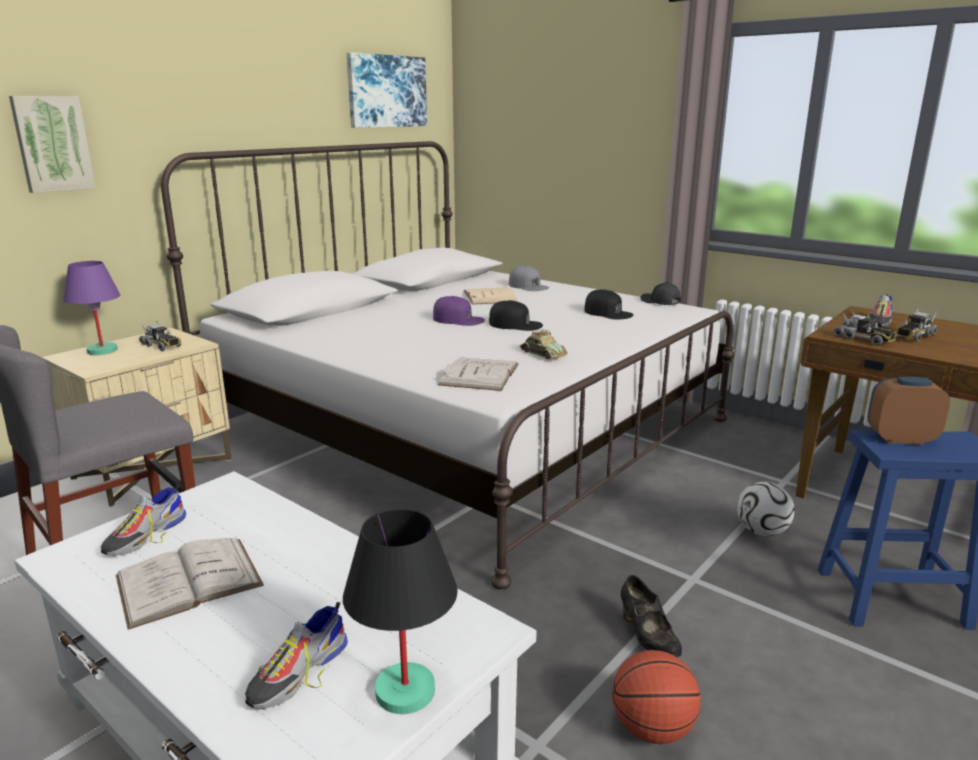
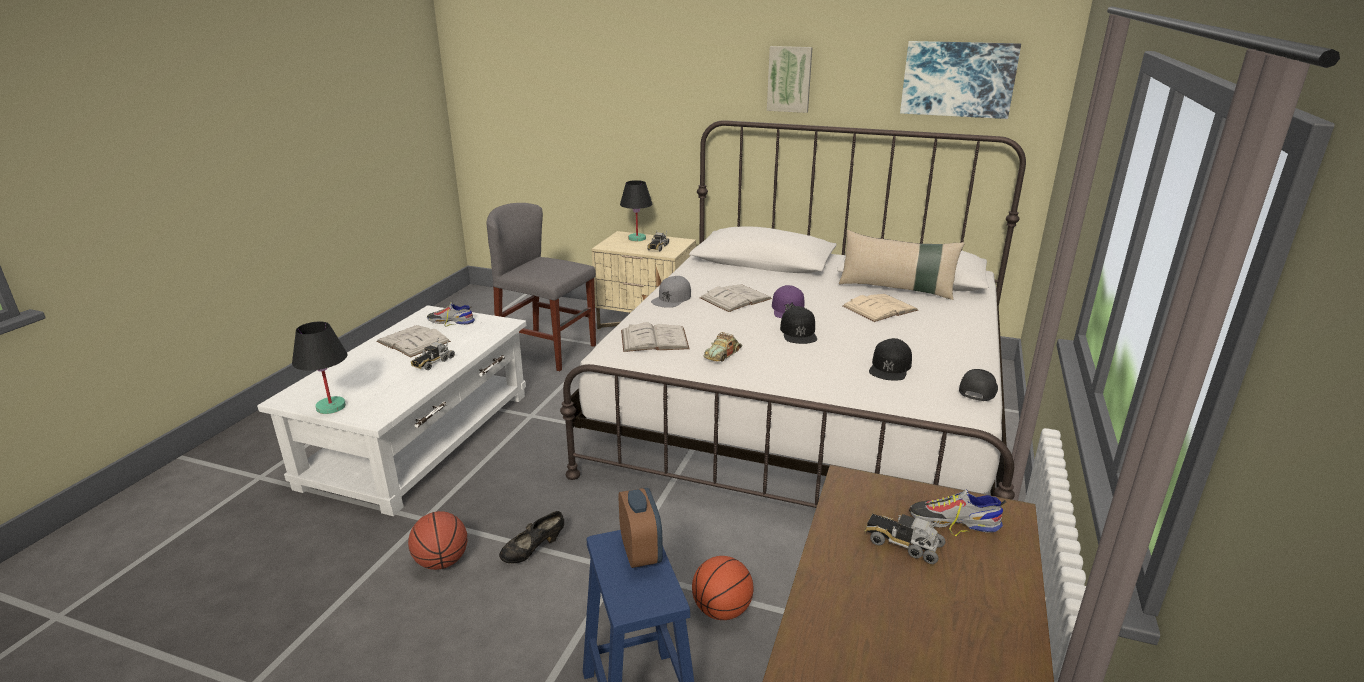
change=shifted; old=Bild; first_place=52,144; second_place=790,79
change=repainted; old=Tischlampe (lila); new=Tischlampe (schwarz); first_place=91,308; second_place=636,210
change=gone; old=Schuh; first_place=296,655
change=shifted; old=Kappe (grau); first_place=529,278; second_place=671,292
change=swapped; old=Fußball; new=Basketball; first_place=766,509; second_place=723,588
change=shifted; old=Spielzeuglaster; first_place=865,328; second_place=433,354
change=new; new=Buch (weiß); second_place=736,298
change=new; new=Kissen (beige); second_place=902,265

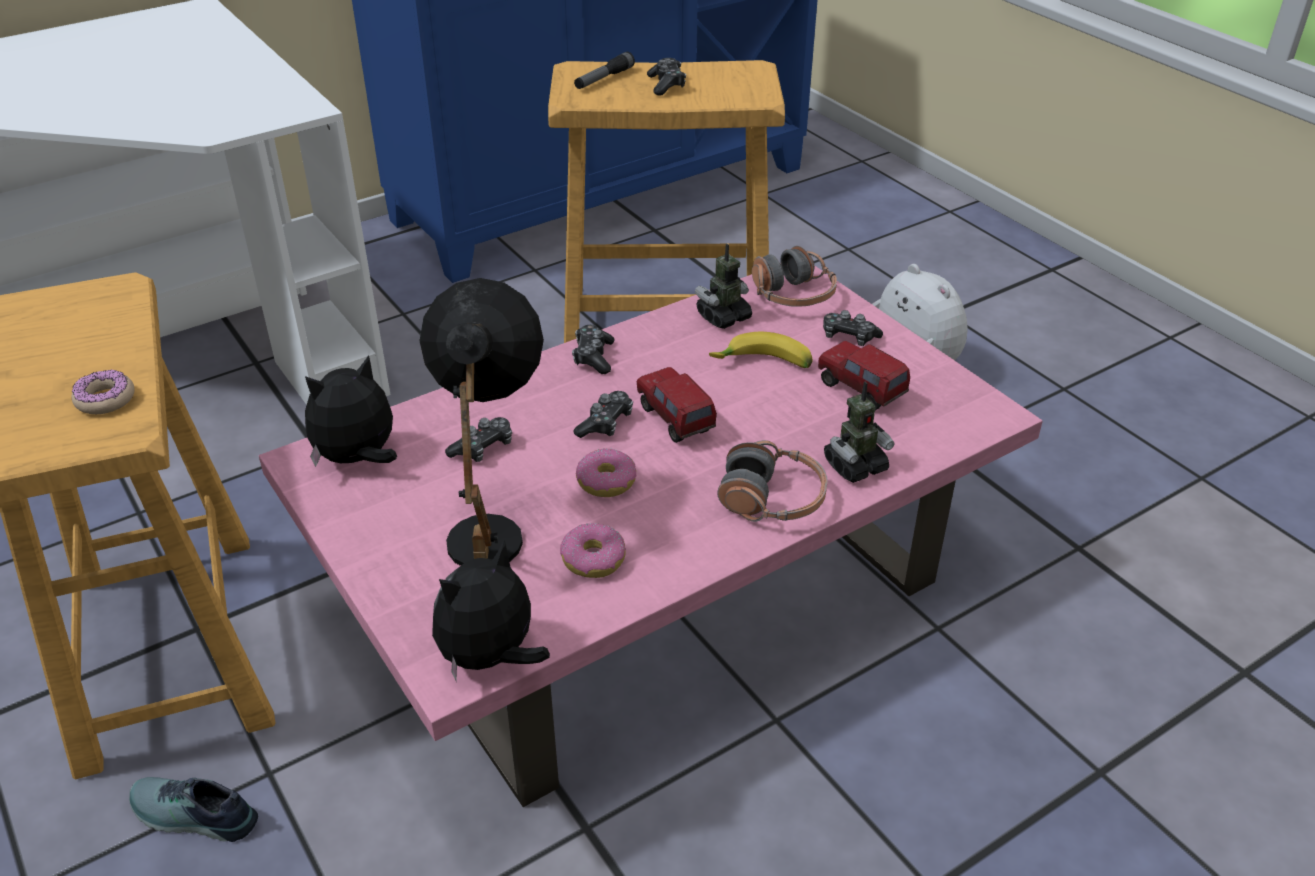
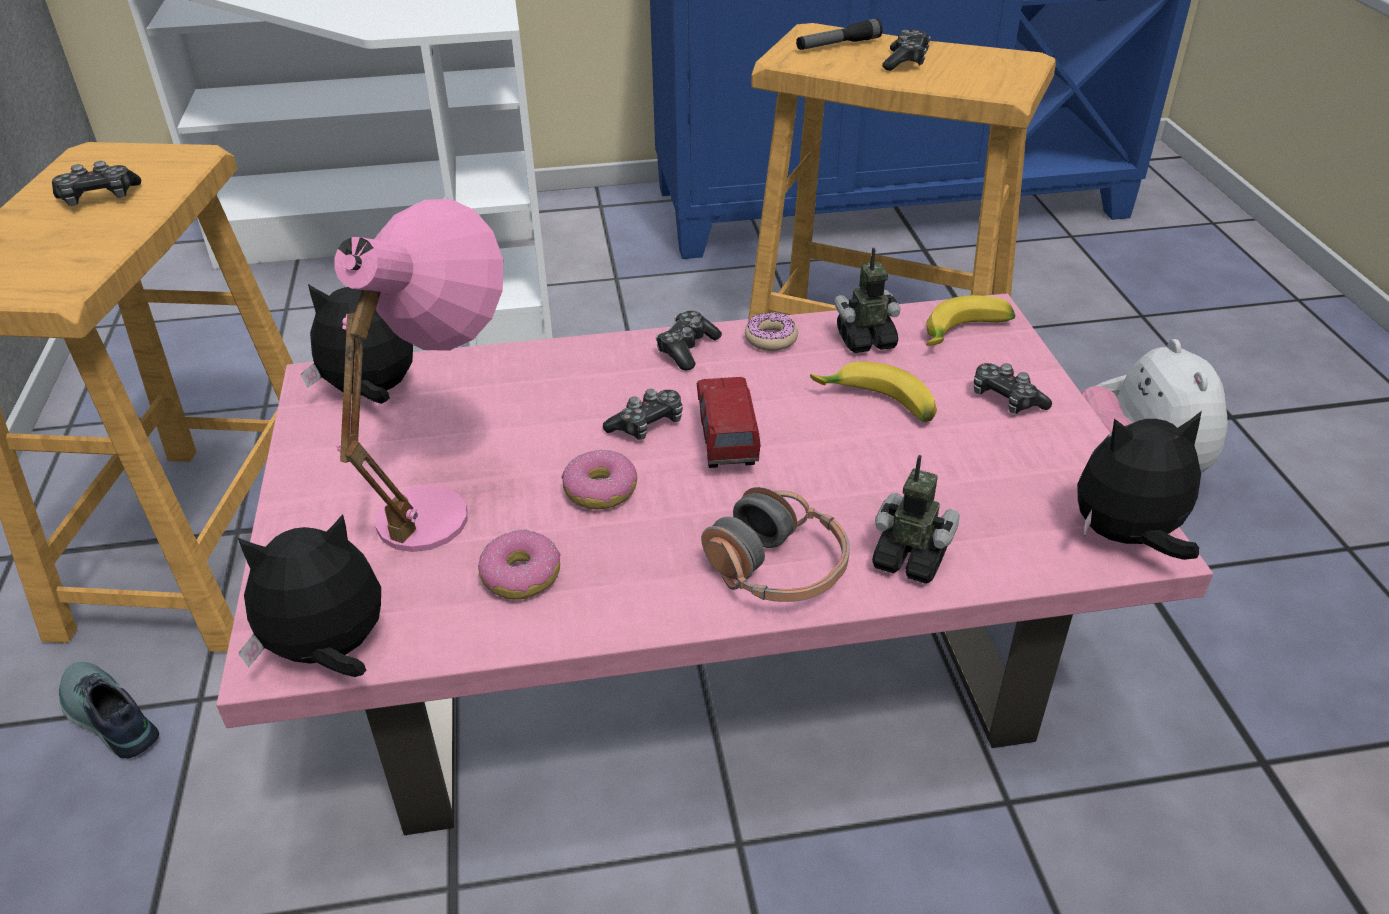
change=shifted; old=Donut; first_place=103,392; second_place=771,332
change=repainted; old=Tischlampe (schwarz); new=Tischlampe (rosa); first_place=482,422; second_place=418,375
change=shifted; old=Gamepad; first_place=478,439; second_place=96,183
change=swapped; old=Kopfhörer; new=Banane; first_place=794,276; second_place=970,320
change=gone; old=Spielzeuglaster; first_place=864,376
change=rotated; old=Spielzeugroboter; first_place=859,432; second_place=916,519; degrees=-150
change=new; new=Plüschtier; second_place=1139,485

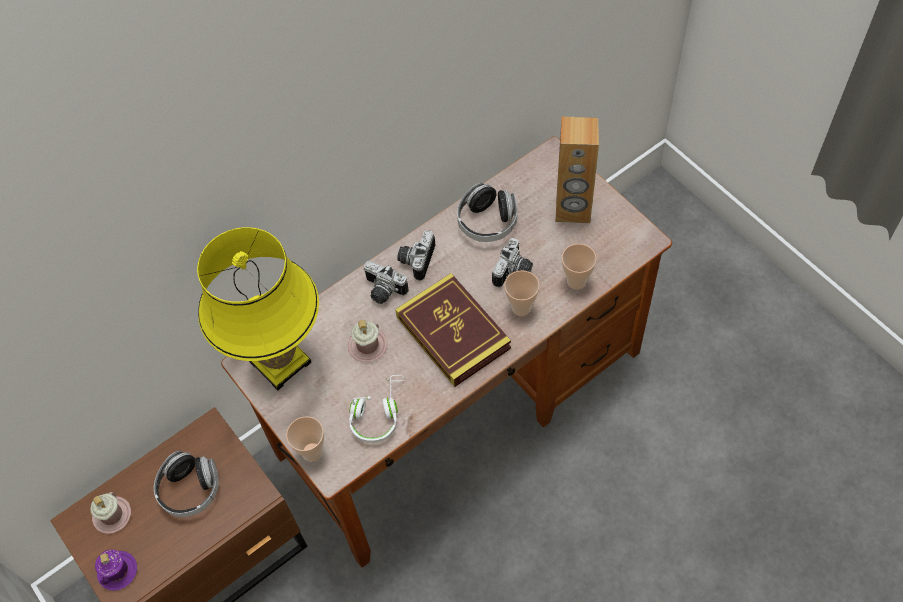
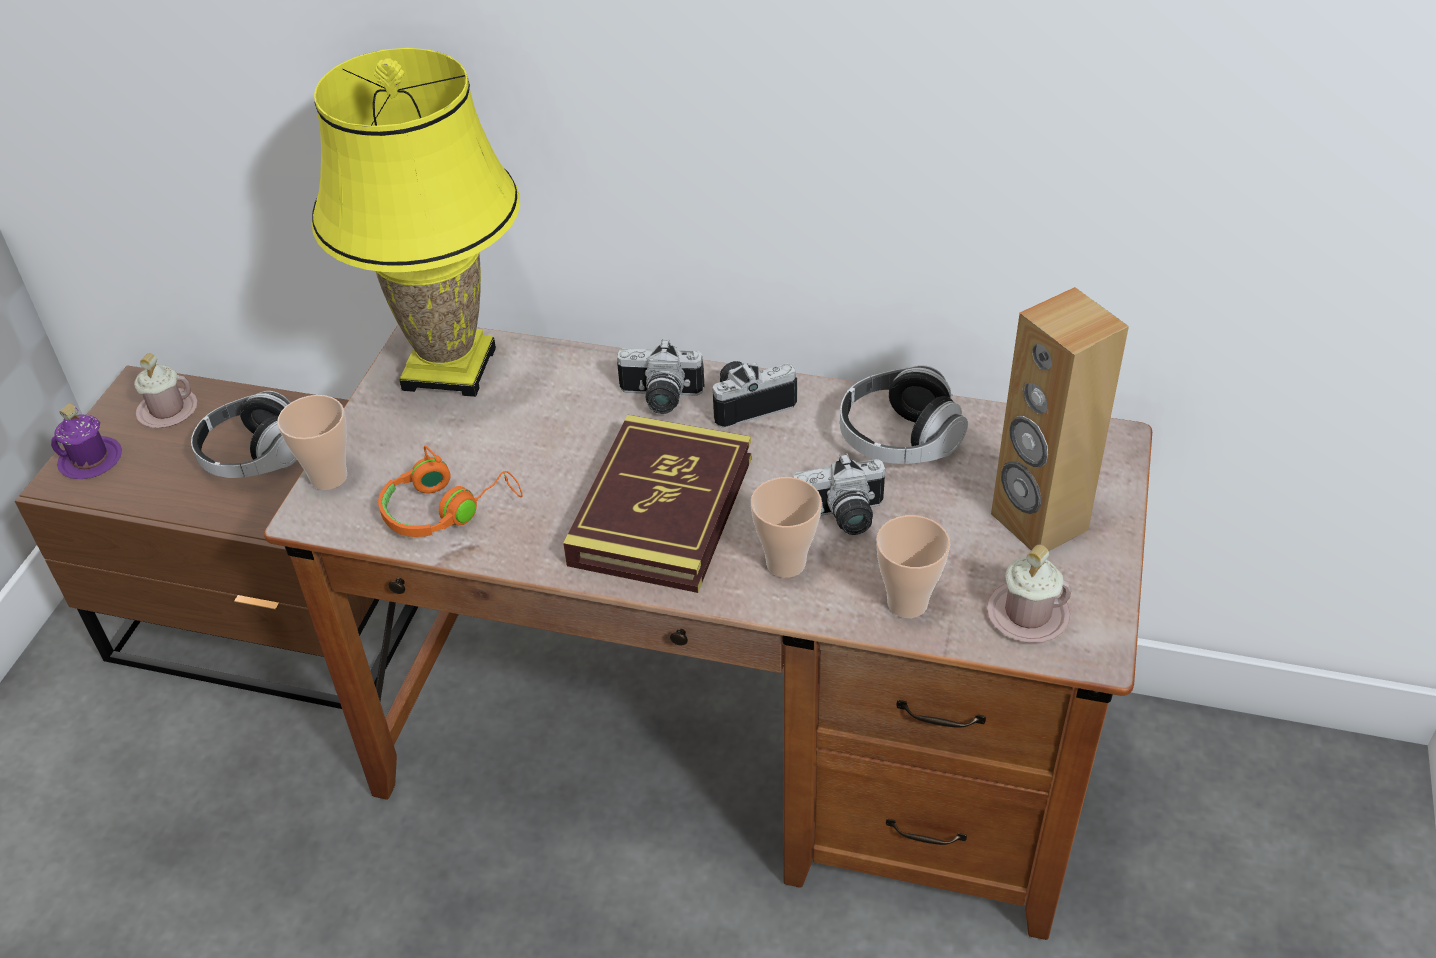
change=shifted; old=Henkelbecher (rosa); first_place=367,341; second_place=1029,594
change=repainted; old=Kopfhörer (weiß); new=Kopfhörer (orange); first_place=377,409; second_place=450,491
change=rotated; old=Kamera; first_place=386,282; second_place=661,376; degrees=-75

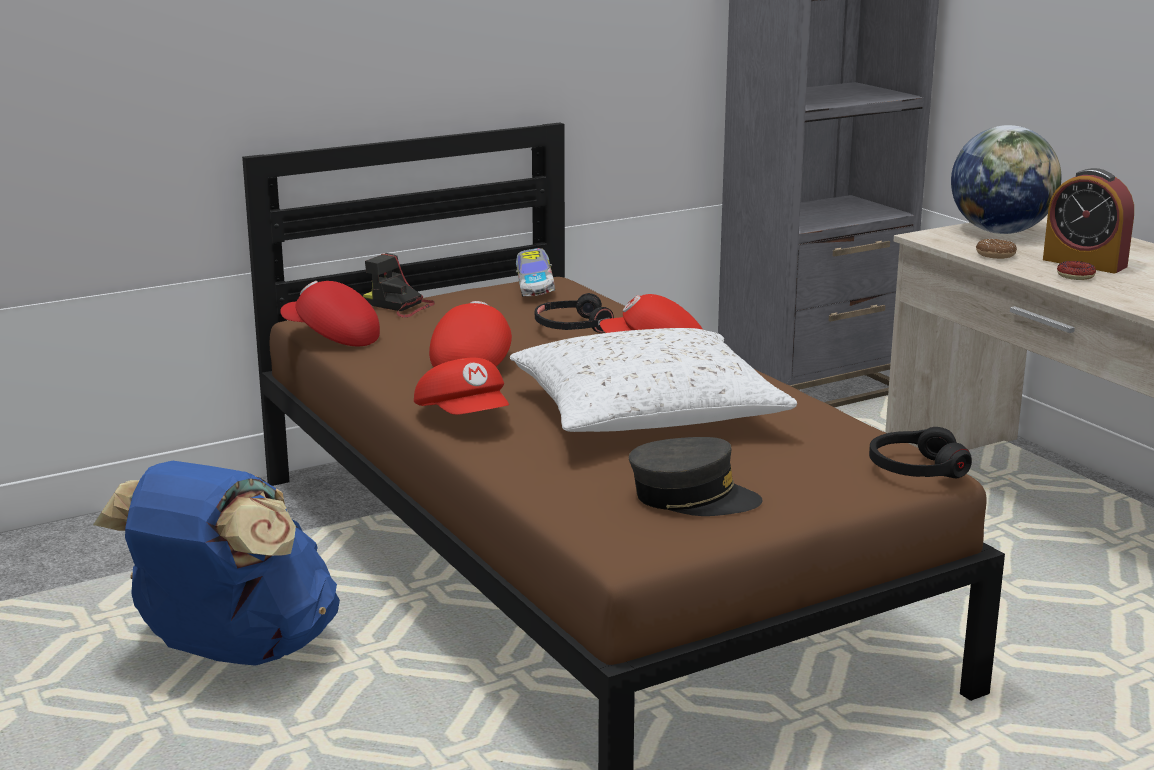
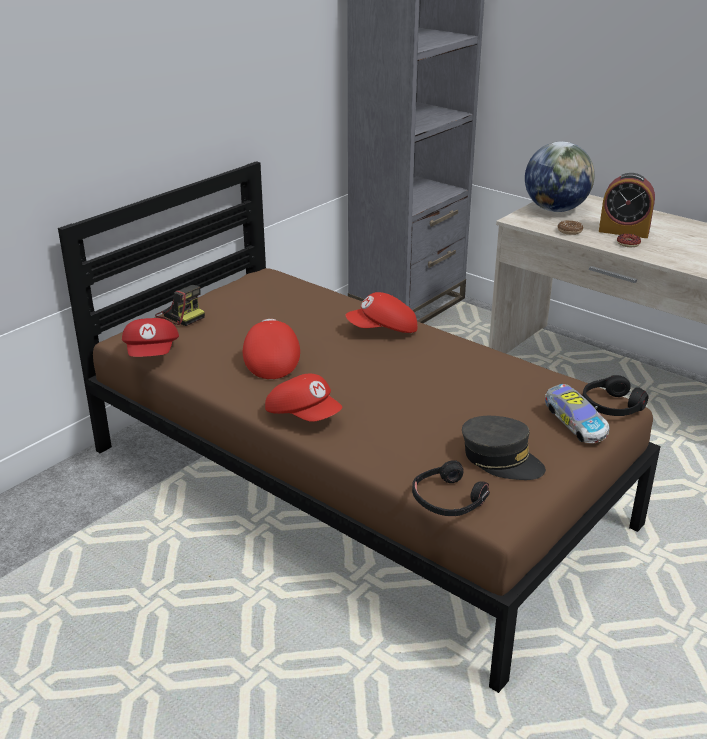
change=gone; old=Rucksack (blau); first_place=216,563
change=rotated; old=Kappe (rot); first_place=330,313; second_place=150,337; degrees=-105
change=rotated; old=Kamera; first_place=399,285; second_place=180,305; degrees=-150
change=gone; old=Kissen (weiß); first_place=653,380
change=shifted; old=Spielzeugauto; first_place=535,272; second_place=577,413
change=shifted; old=Kopfhörer (schwarz); first_place=574,313; second_place=451,488
change=rotated; old=Kappe (grau); first_place=695,476; second_place=504,448; degrees=45

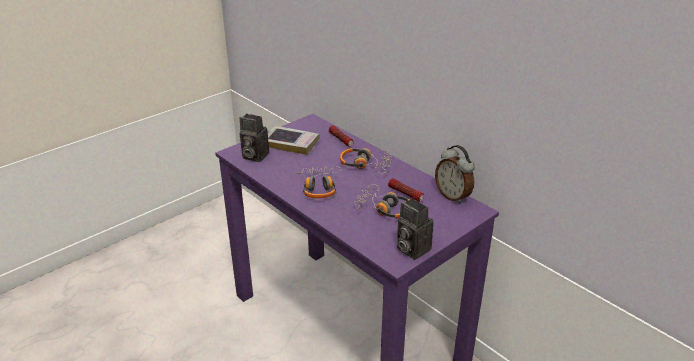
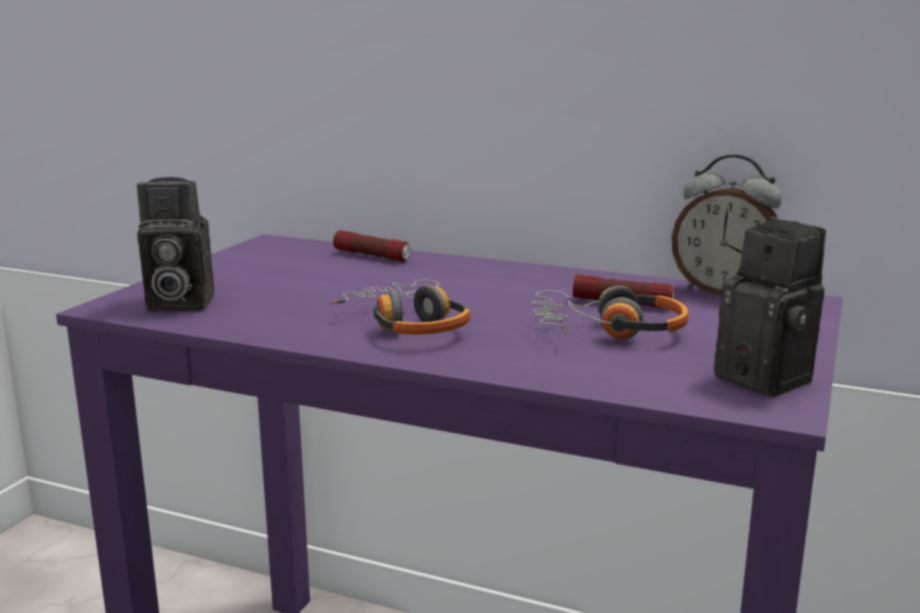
change=gone; old=Buch; first_place=294,140
change=gone; old=Kopfhörer; first_place=366,161
change=rotated; old=Kamera; first_place=415,229; second_place=770,307; degrees=-150

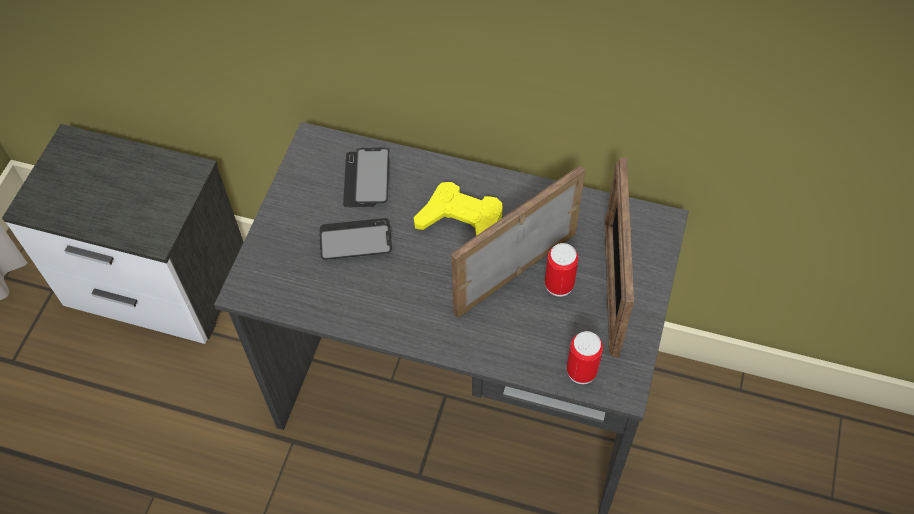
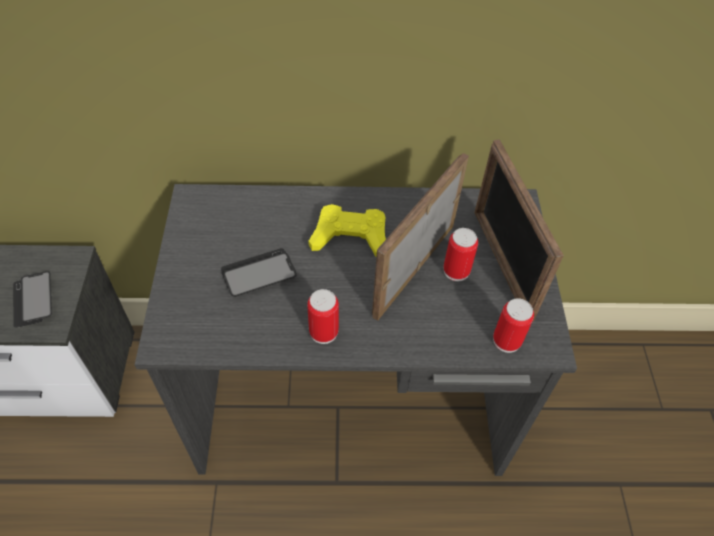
change=shifted; old=Handy; first_place=366,177; second_place=32,299
change=new; new=Dose; second_place=323,316

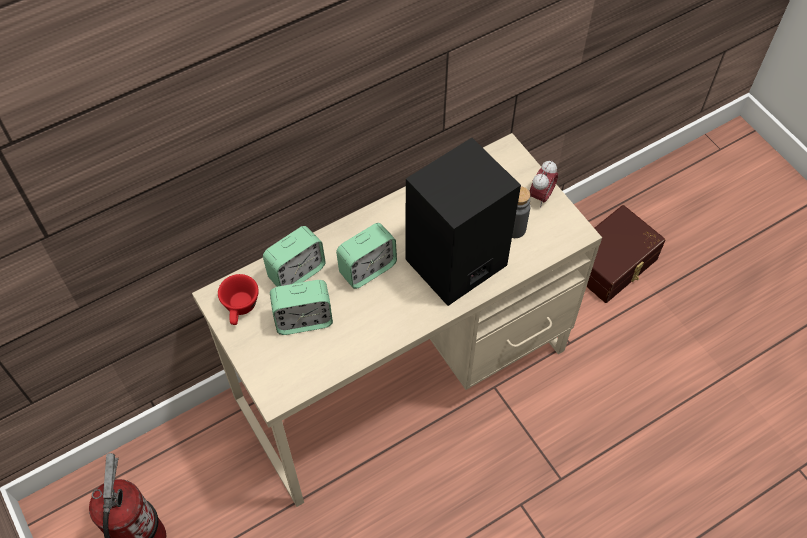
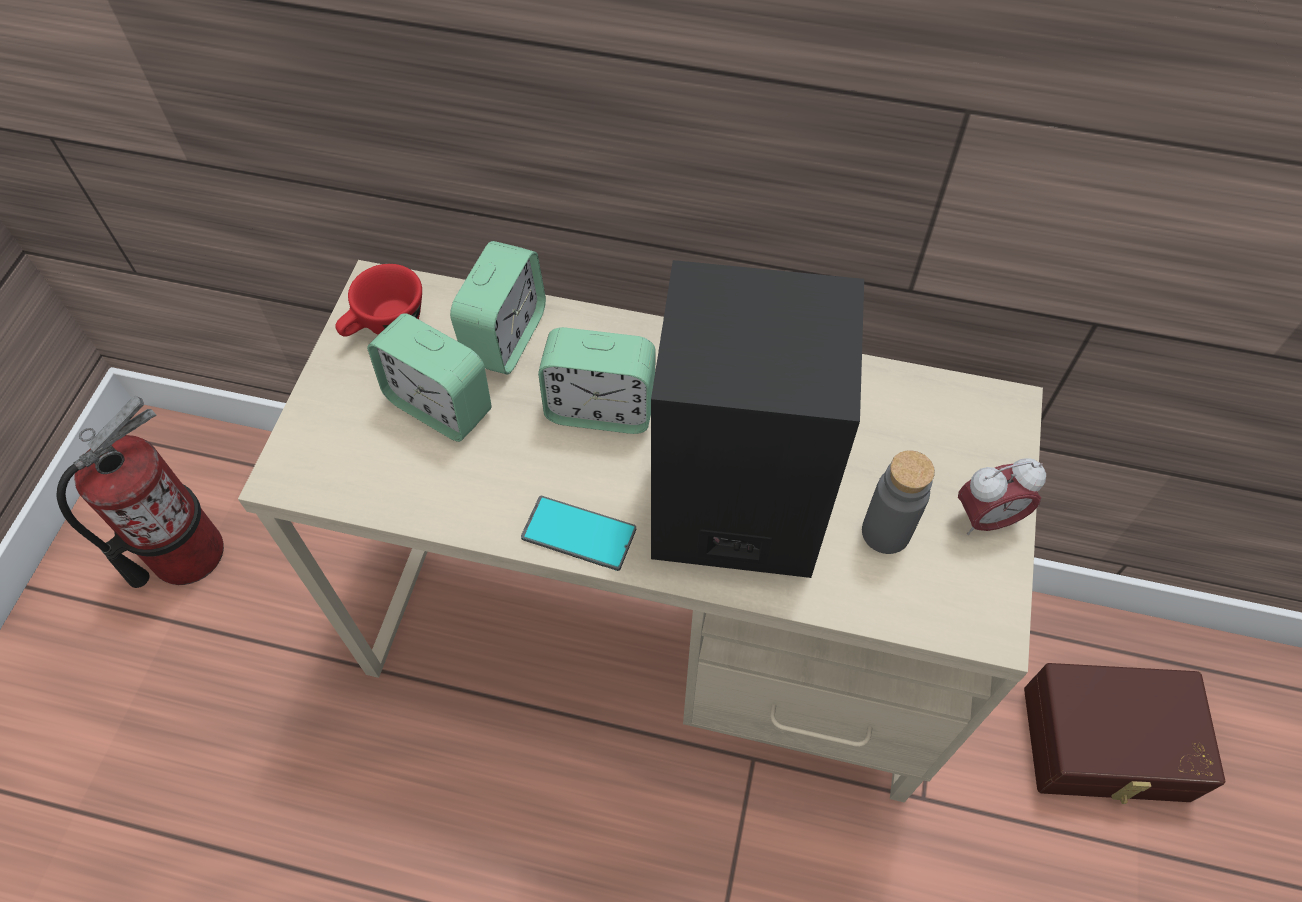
change=rotated; old=Wecker; first_place=294,256; second_place=498,308; degrees=-75
change=new; new=Handy; second_place=578,533

